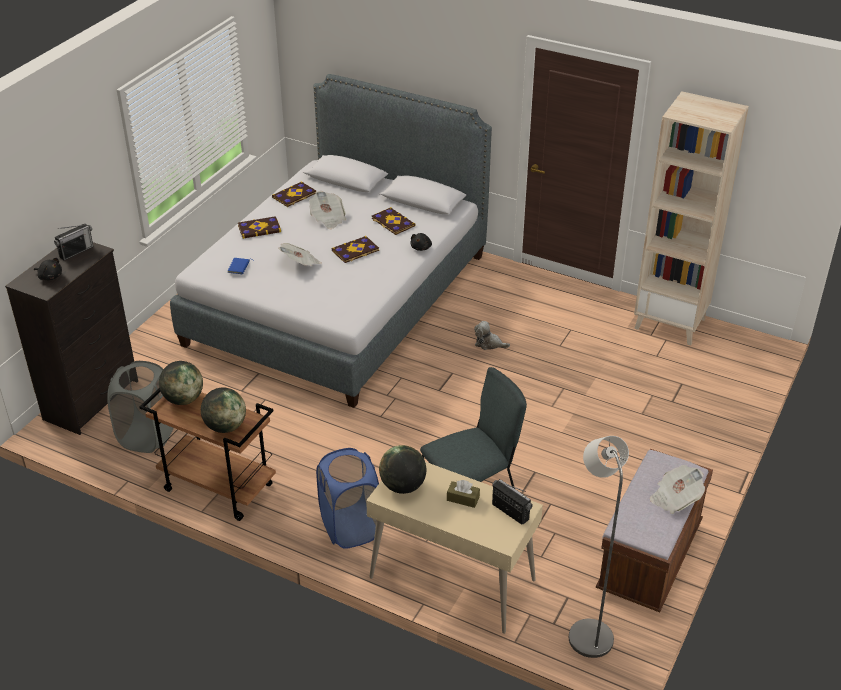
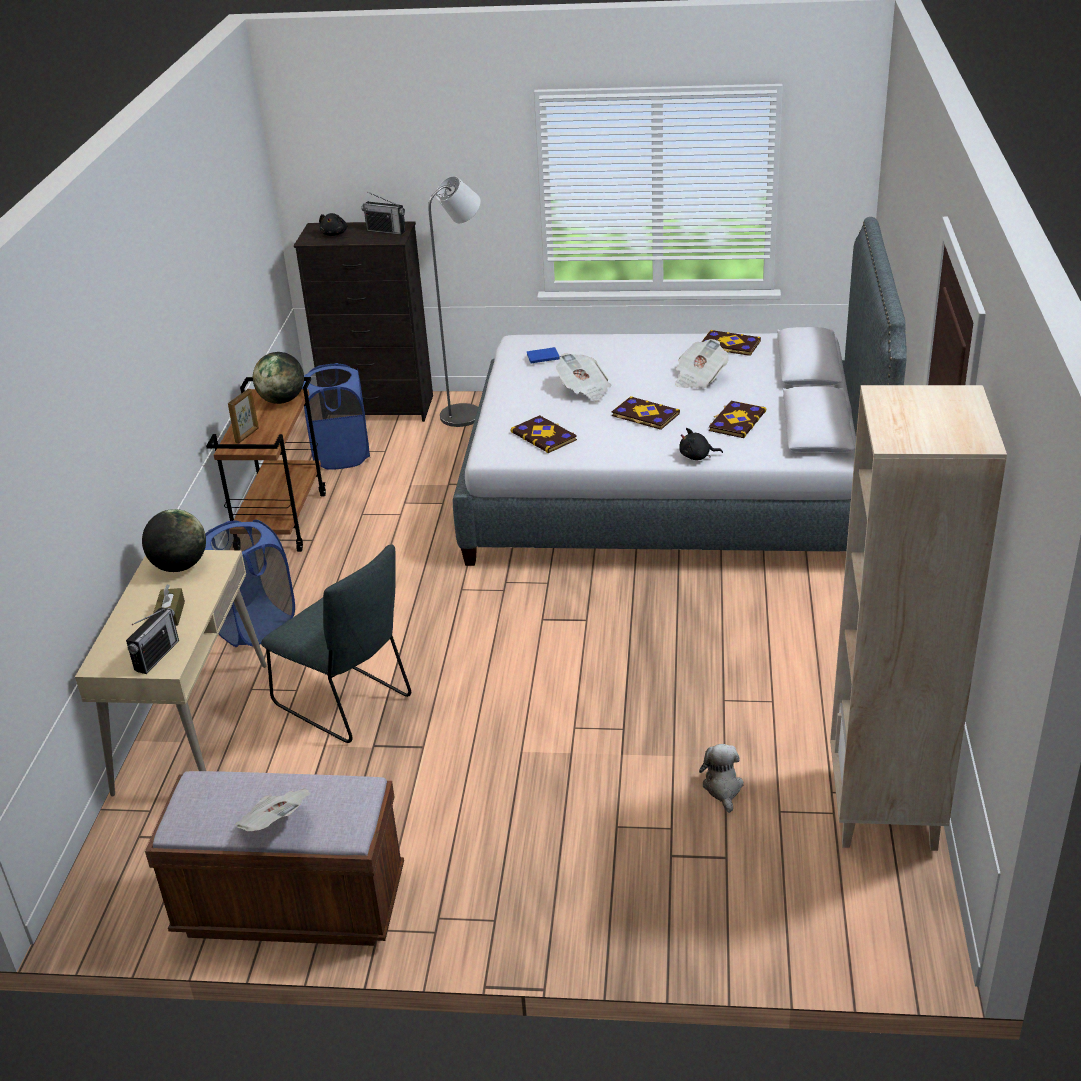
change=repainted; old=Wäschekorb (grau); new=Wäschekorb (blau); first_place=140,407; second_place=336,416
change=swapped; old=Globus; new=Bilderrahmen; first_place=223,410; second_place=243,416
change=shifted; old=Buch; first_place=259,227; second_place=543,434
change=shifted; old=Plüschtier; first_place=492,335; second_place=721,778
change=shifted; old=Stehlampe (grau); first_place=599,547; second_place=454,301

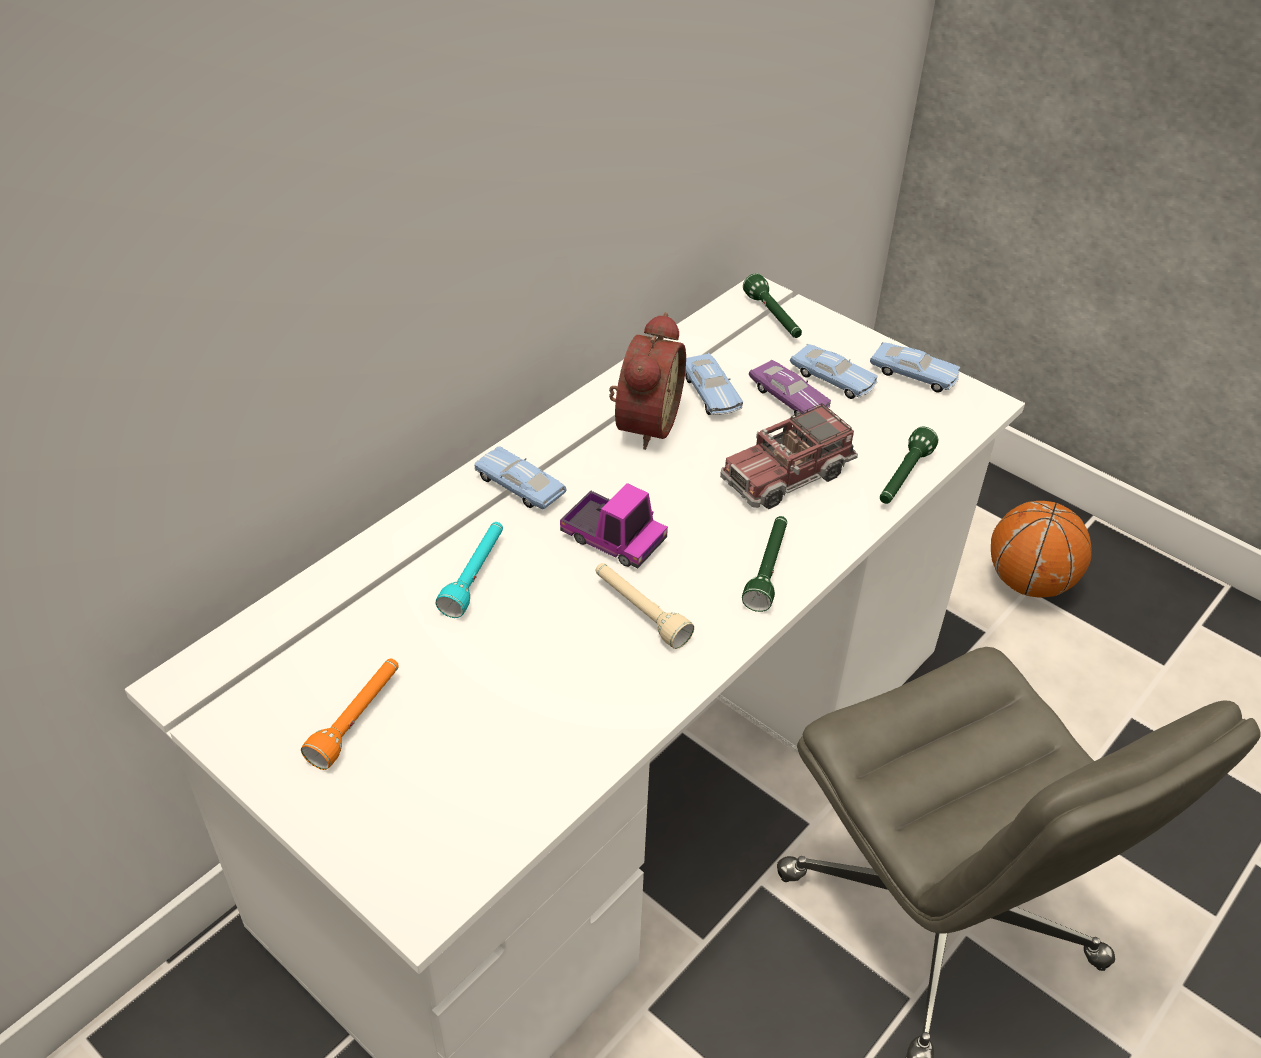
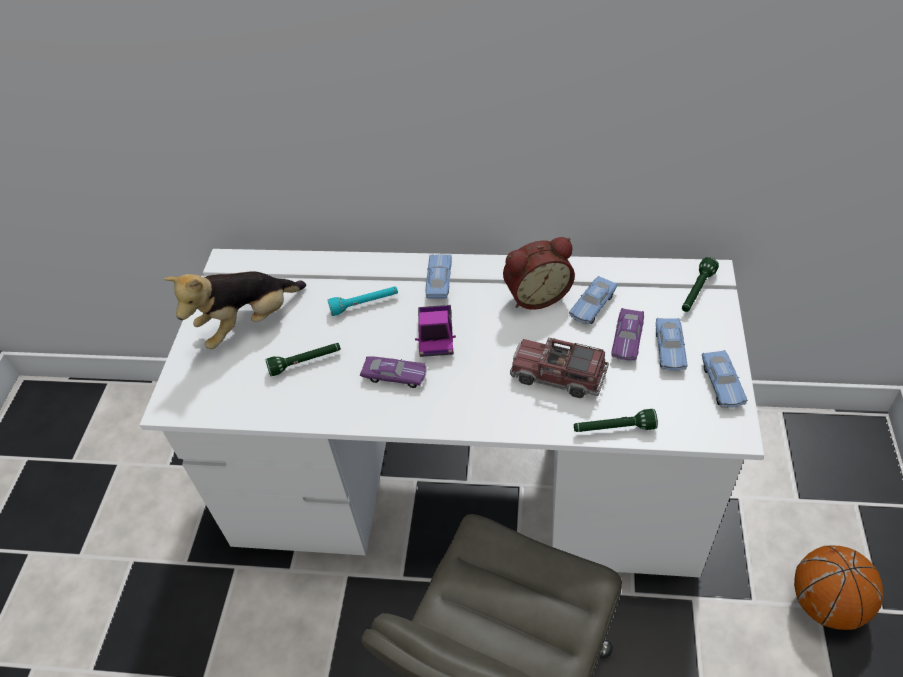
change=swapped; old=Taschenlampe (orange); new=Plüschtier; first_place=350,714; second_place=235,310
change=swapped; old=Taschenlampe (beige); new=Spielzeugauto (lila); first_place=645,606; second_place=393,372
change=shifted; old=Taschenlampe (grün); first_place=764,564; second_place=303,359

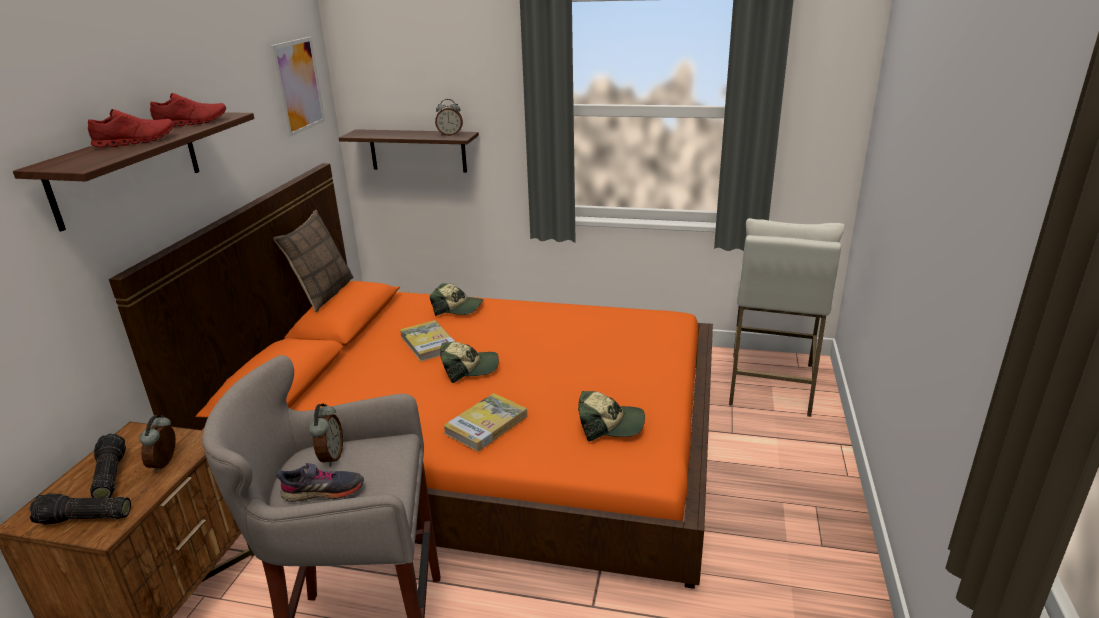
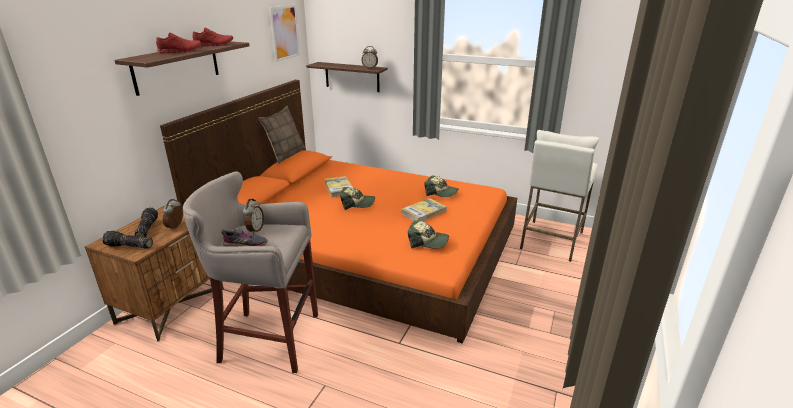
change=shifted; old=Kappe; first_place=457,299; second_place=441,186
change=shifted; old=Buch; first_place=485,422; second_place=424,209

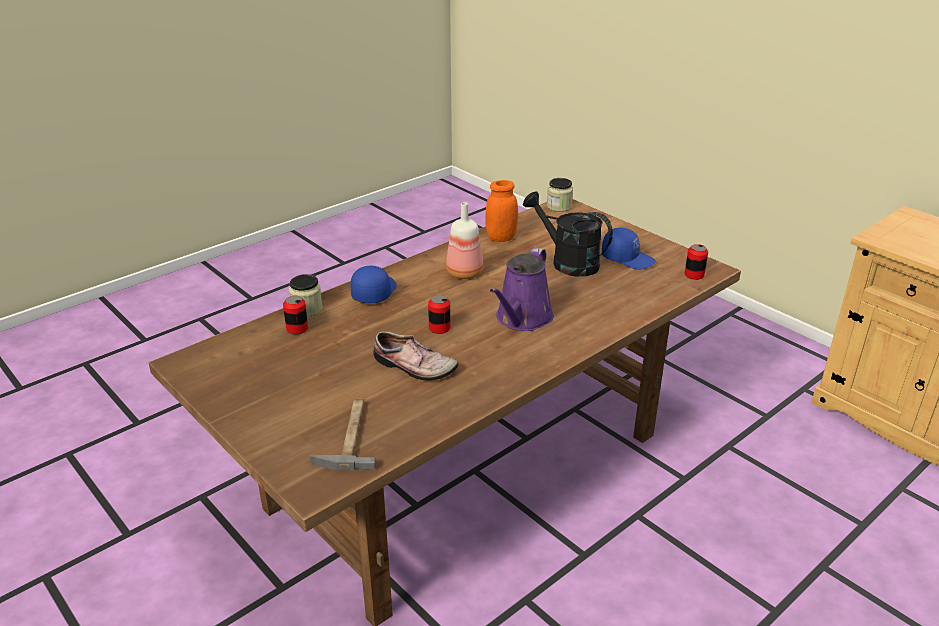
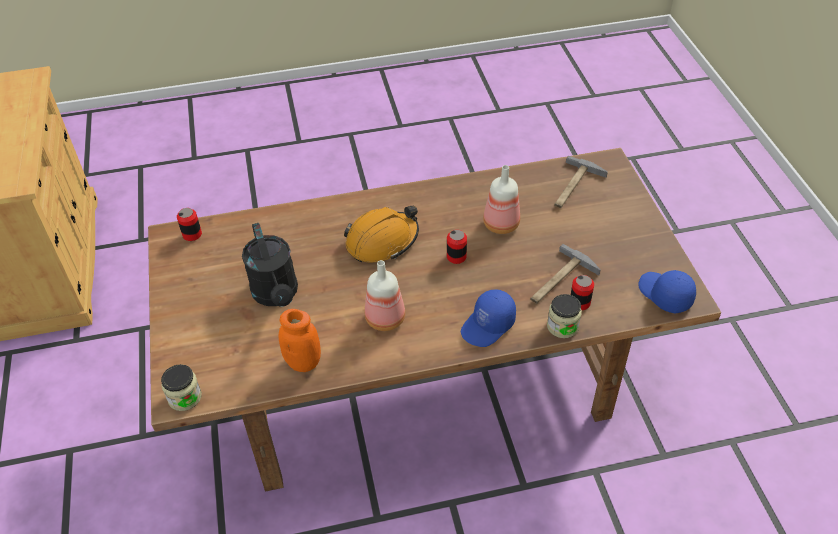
change=swapped; old=Schuh; new=Flasche; first_place=415,356; second_place=501,199
change=swapped; old=Gießkanne (lila); new=Schutzhelm (orange); first_place=522,289; second_place=381,234
change=shifted; old=Kappe (blau); first_place=629,249; second_place=667,291
change=new; new=Hammer; second_place=565,274

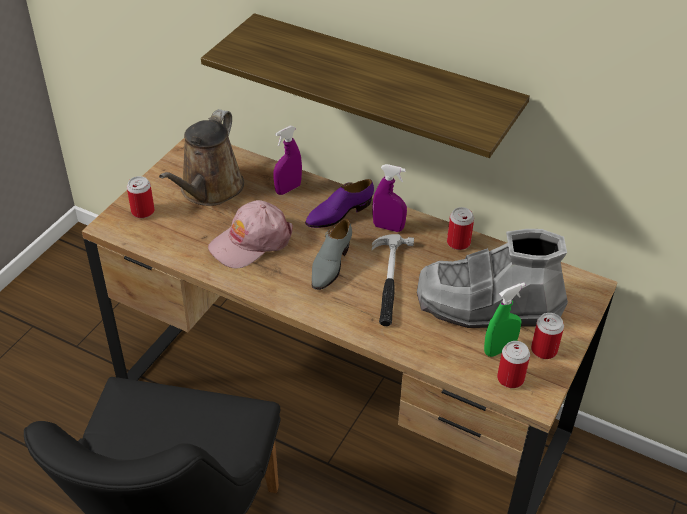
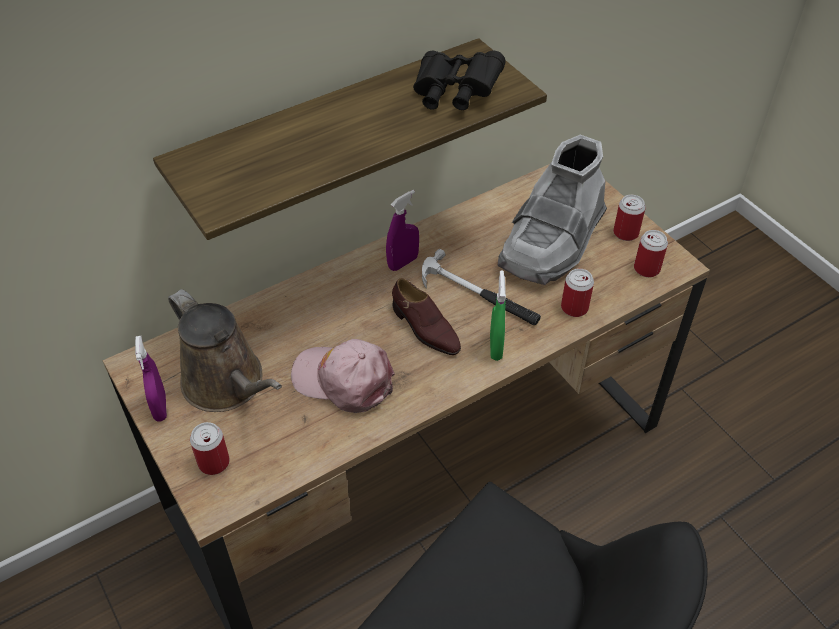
change=rotated; old=Kappe (rosa); first_place=250,234; second_place=343,376; degrees=120
change=shifted; old=Sprühflasche (lila); first_place=288,160; second_place=151,379
change=gone; old=Schuh (lila); first_place=339,203
change=repainted; old=Schuh (grau); new=Schuh (braun); first_place=332,254; second_place=426,316
change=shifted; old=Dose; first_place=460,228; second_place=577,292
change=shifted; old=Sprühflasche (grün); first_place=504,320; second_place=498,315
change=new; new=Fernglas (schwarz); second_place=459,80

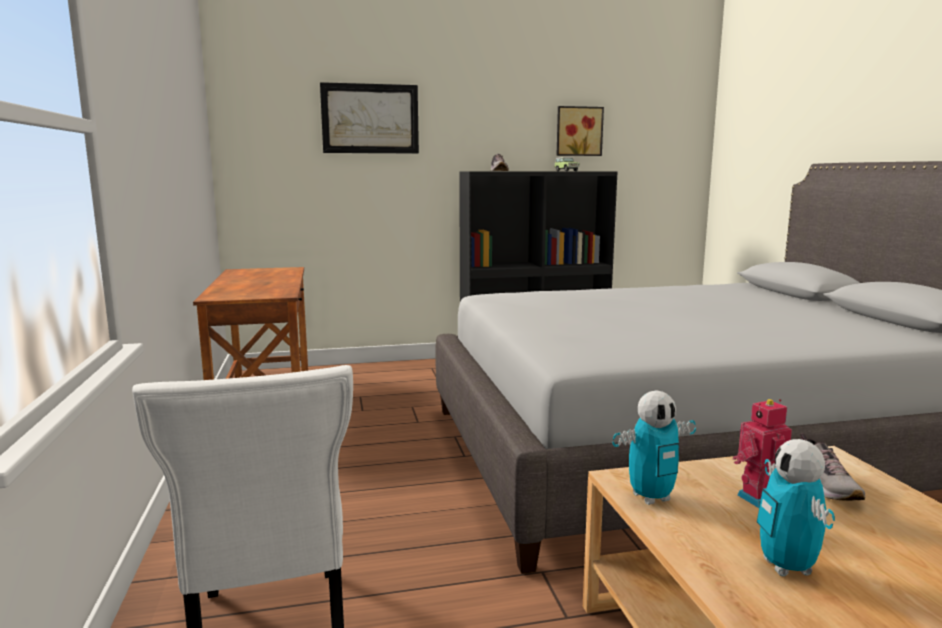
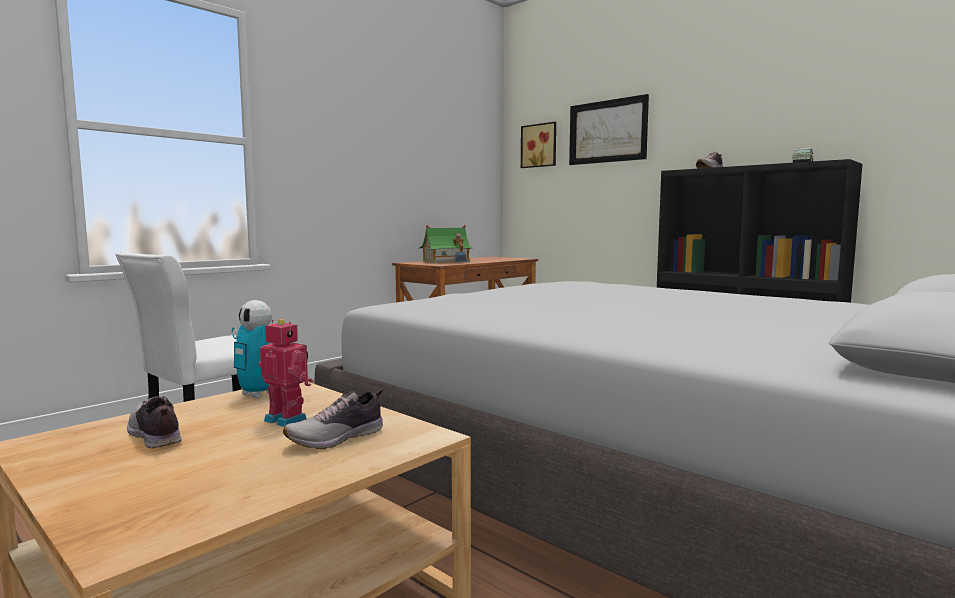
change=shifted; old=Bild; first_place=580,131; second_place=538,145
change=swapped; old=Spielzeugroboter; new=Schuh; first_place=796,507; second_place=154,422
change=new; new=Spielzeughaus; second_place=446,244

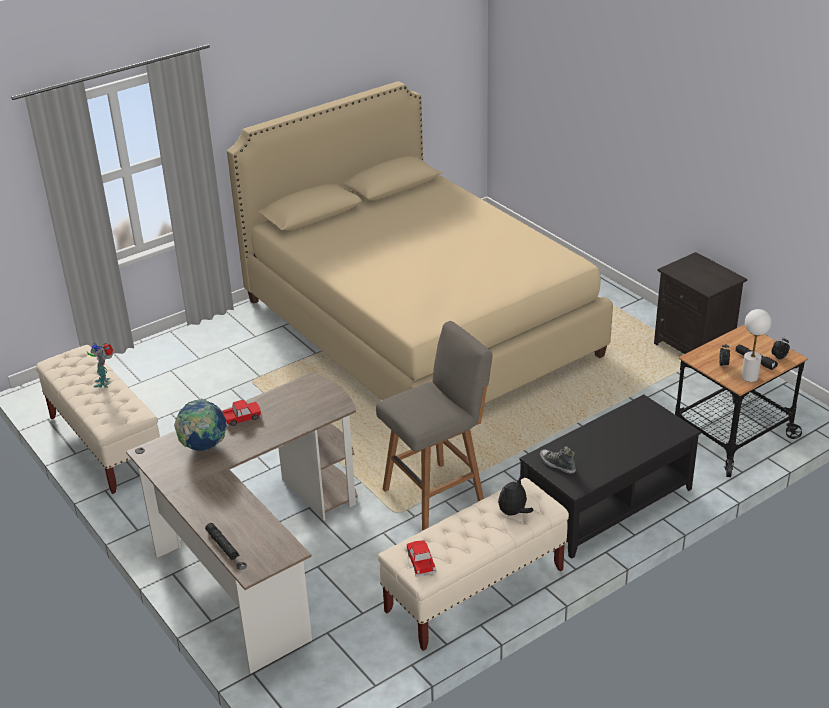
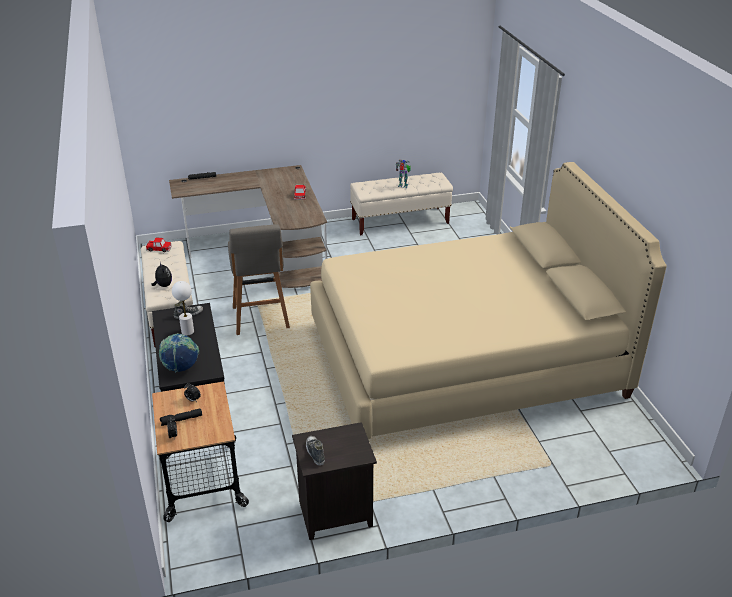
change=shifted; old=Globus; first_place=200,425; second_place=179,352
change=shifted; old=Tischlampe (weiß); first_place=756,345; second_place=183,308
change=new; new=Schuh; second_place=315,451

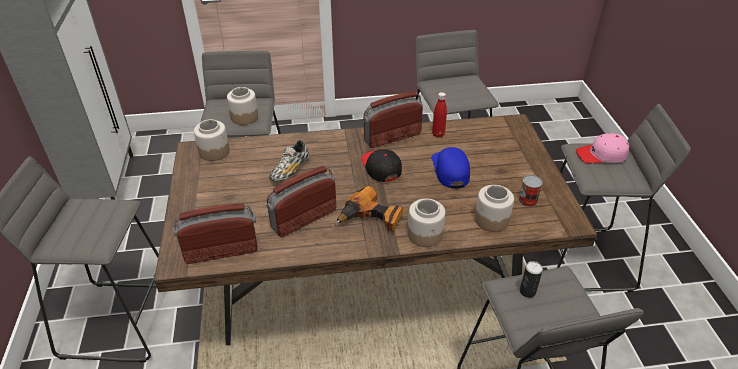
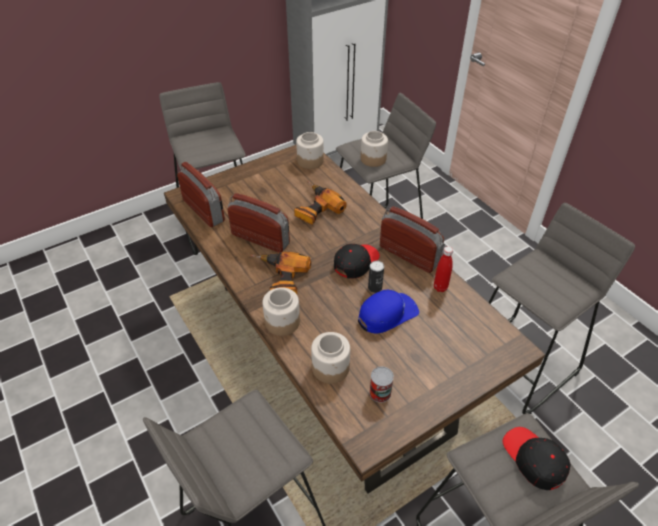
change=swapped; old=Schuh; new=Bohrmaschine; first_place=289,160; second_place=320,203
change=shifted; old=Dose; first_place=531,279; second_place=376,277
change=repainted; old=Kappe (rosa); new=Kappe (schwarz); first_place=602,148; second_place=537,458

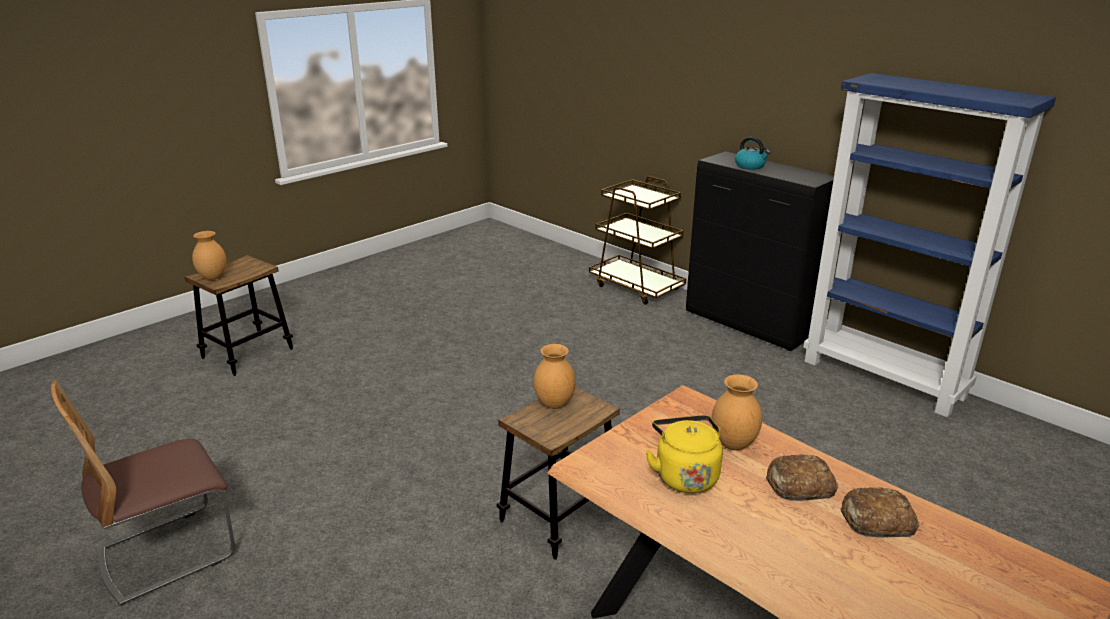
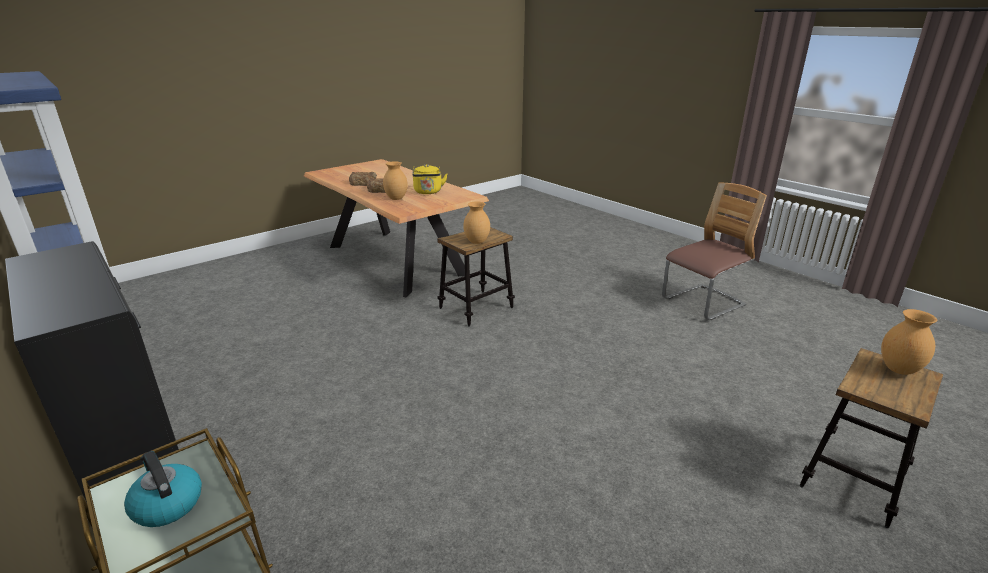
change=shifted; old=Wasserkessel; first_place=752,153; second_place=163,488

